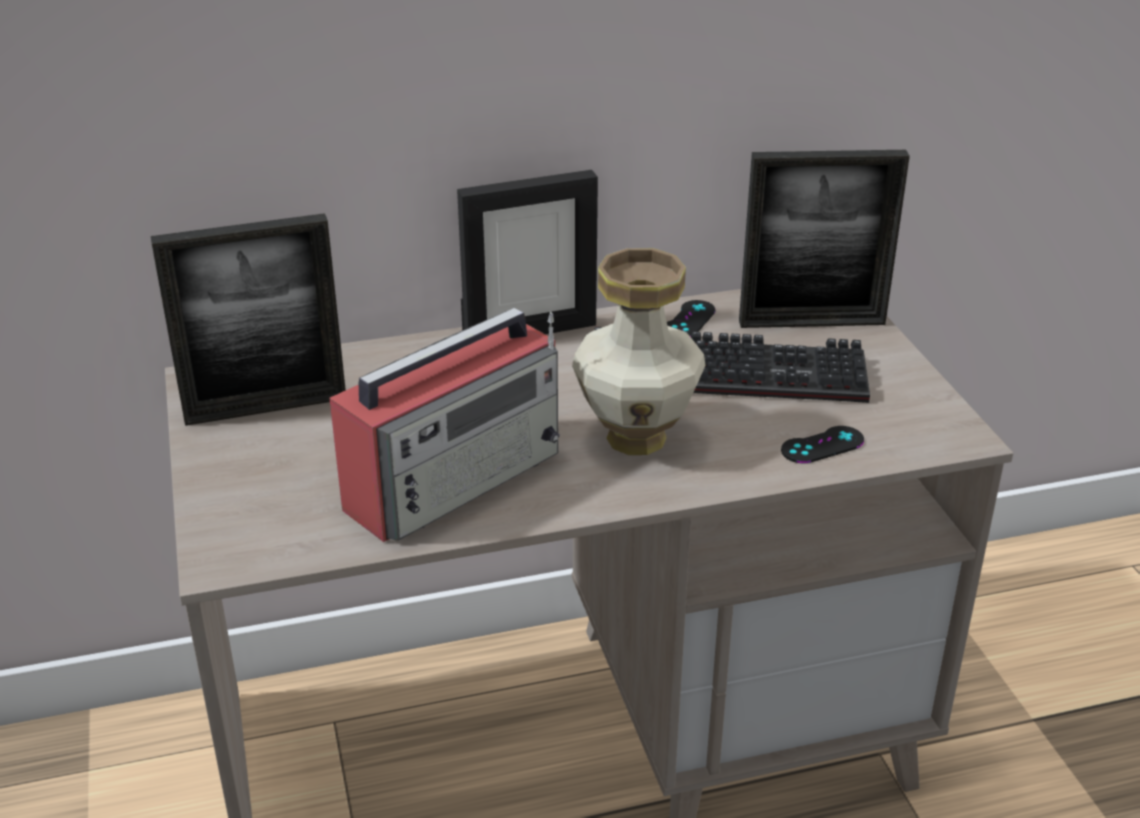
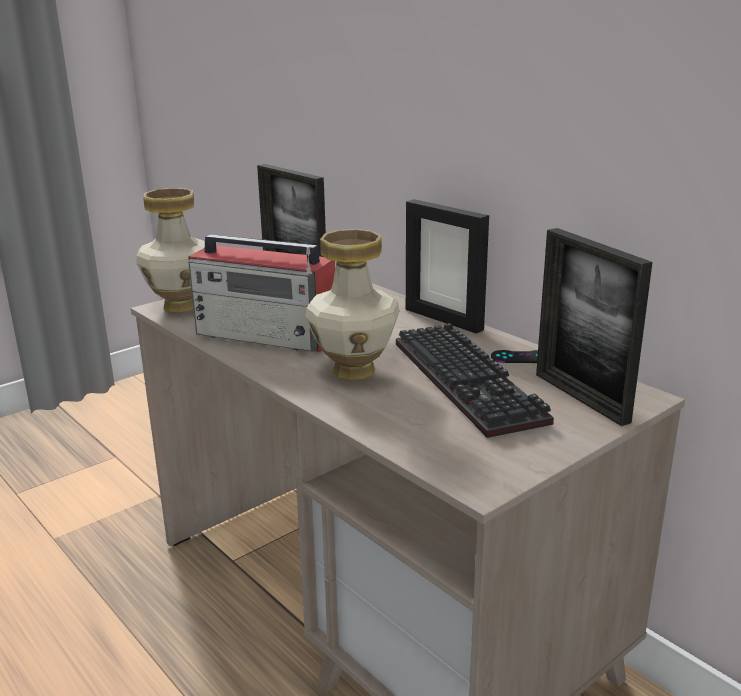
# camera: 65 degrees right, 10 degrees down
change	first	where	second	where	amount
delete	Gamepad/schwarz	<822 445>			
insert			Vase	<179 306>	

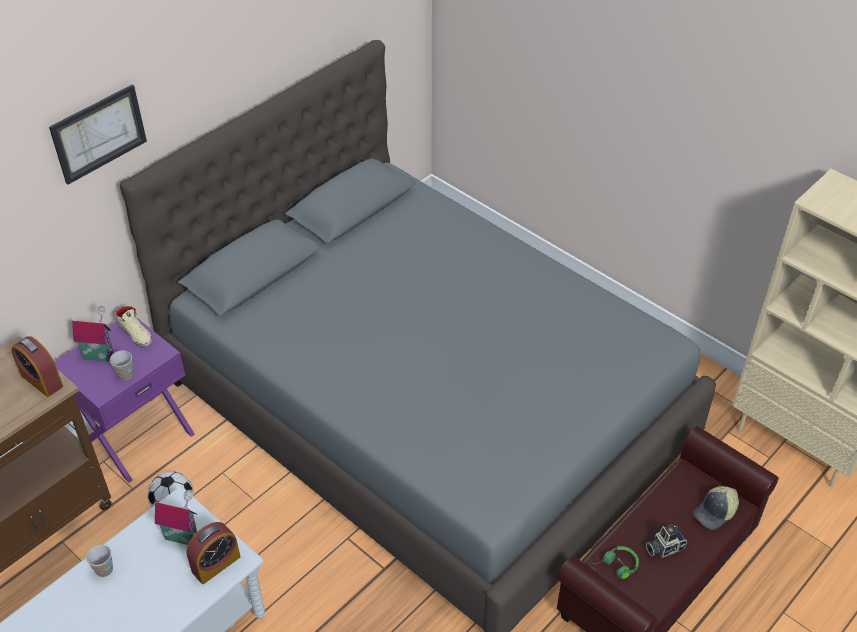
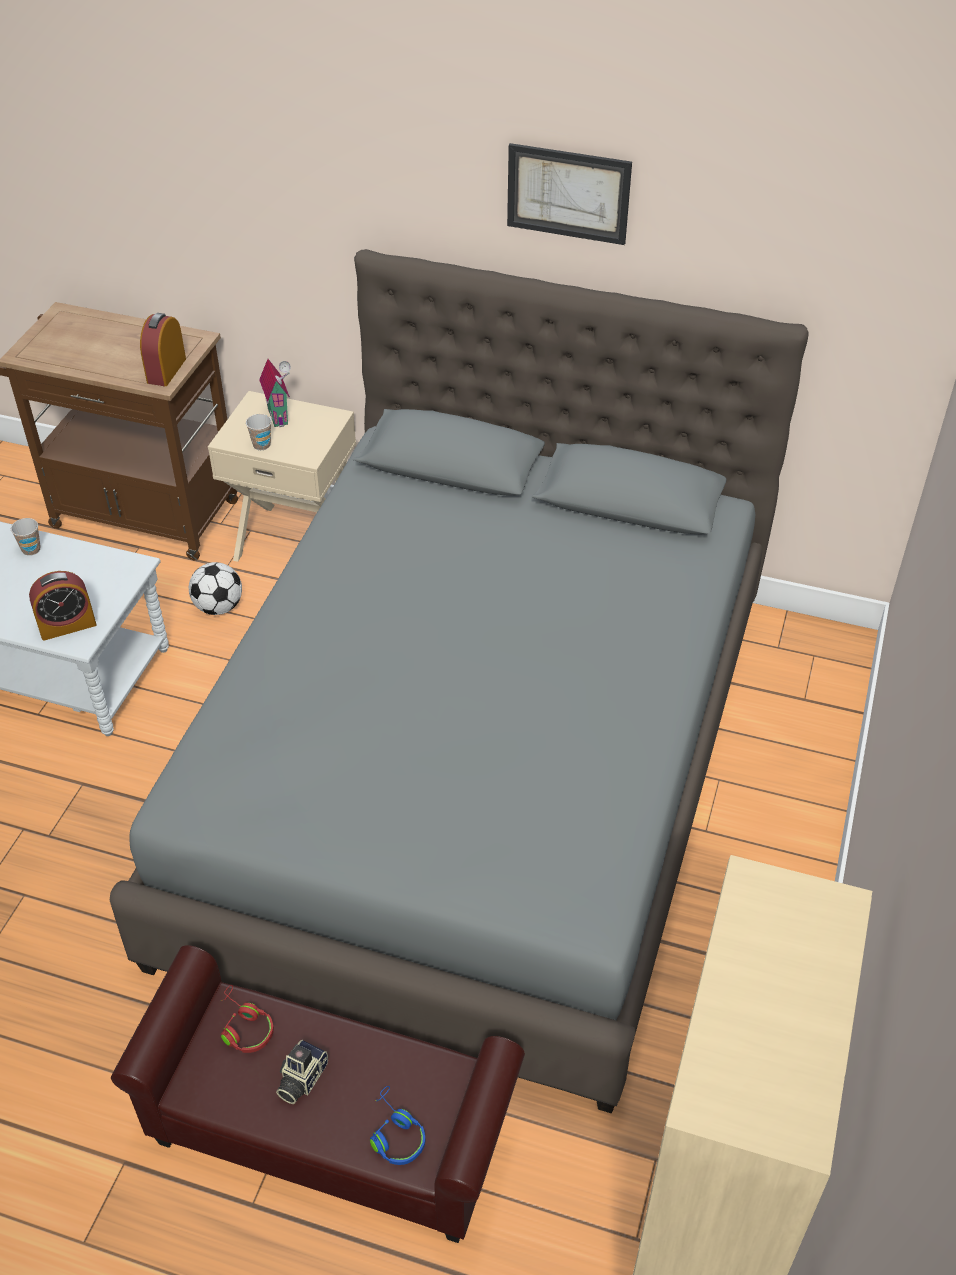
# camera: 65 degrees right, 0 degrees up
change	first	where	second	where	amount
delete	Schuh/beige	<136 333>			
delete	Spielzeughaus	<182 535>			
move	Bild	<99 133>		<568 193>	
replace	Kappe	<715 512>	Kopfhörer/blau	<395 1134>	
recolor	Nachttisch/lila	<138 436>	Nachttisch/beige	<296 540>	
recolor	Kopfhörer/grün	<615 566>	Kopfhörer/rot	<244 1027>	
rotate	Wecker	<216 564>		<67 625>	45 degrees counterclockwise
rotate	Kamera	<663 547>		<300 1079>	105 degrees counterclockwise

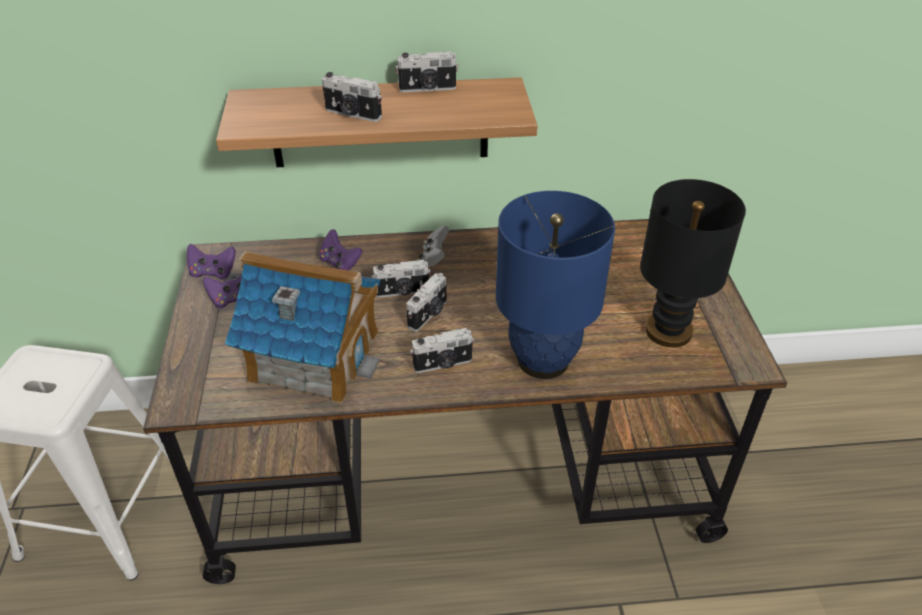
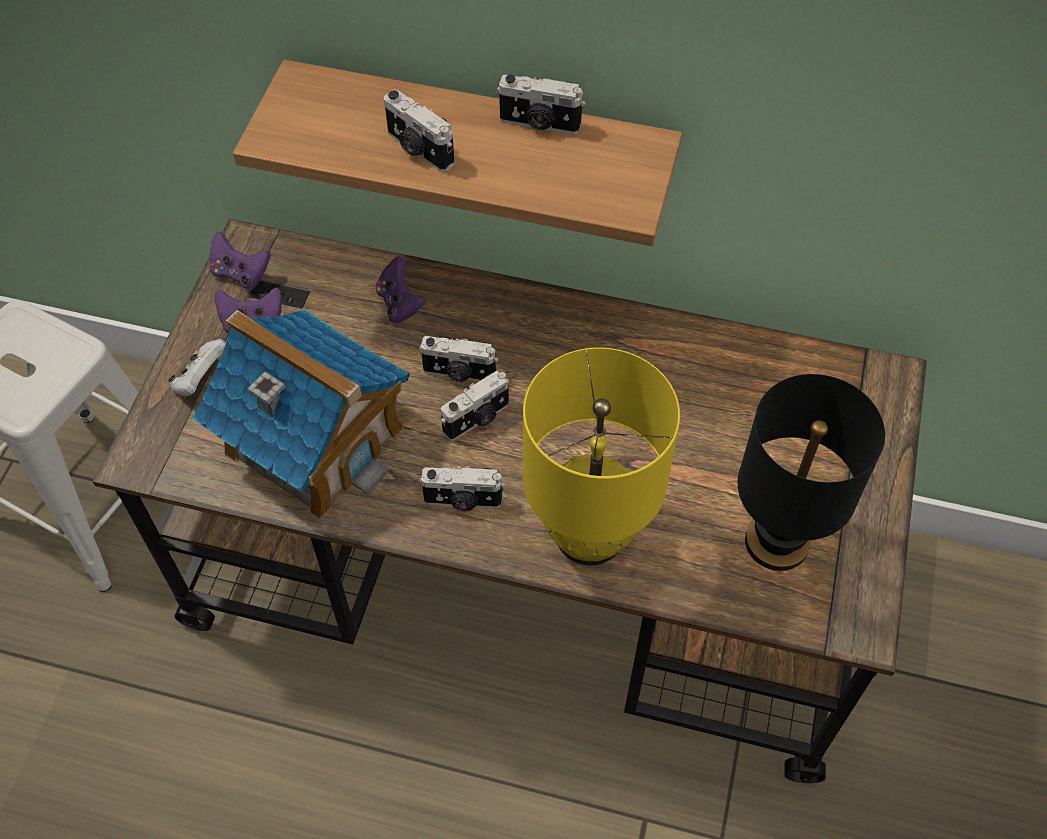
# camera: 20 degrees right, 15 degrees up
change	first	where	second	where	amount
move	Gamepad/weiß	<434 258>		<201 380>	
recolor	Tischlampe/blau	<543 360>	Tischlampe/gelb	<590 534>	

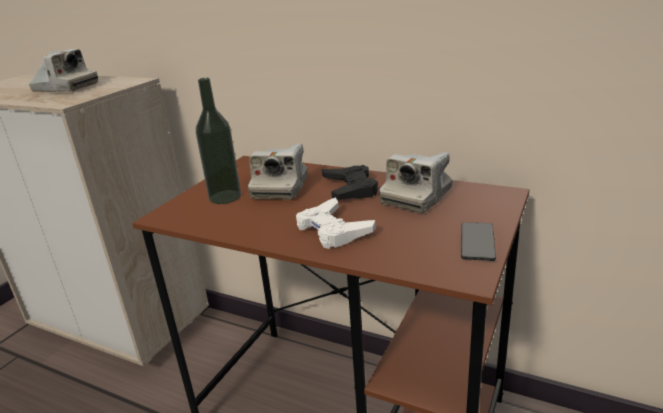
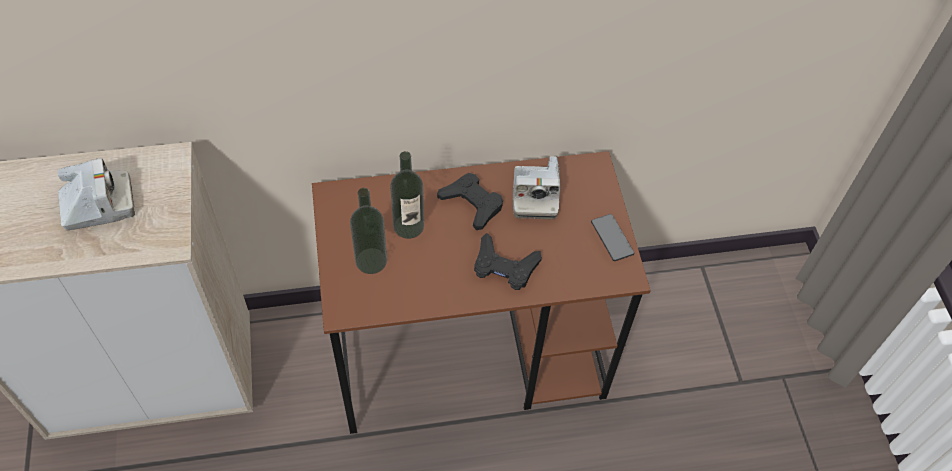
# camera: 40 degrees left, 30 degrees up
change	first	where	second	where	amount
replace	Kamera	<280 187>	Flasche	<408 226>	
recolor	Gamepad/weiß	<332 230>	Gamepad/schwarz	<504 267>	

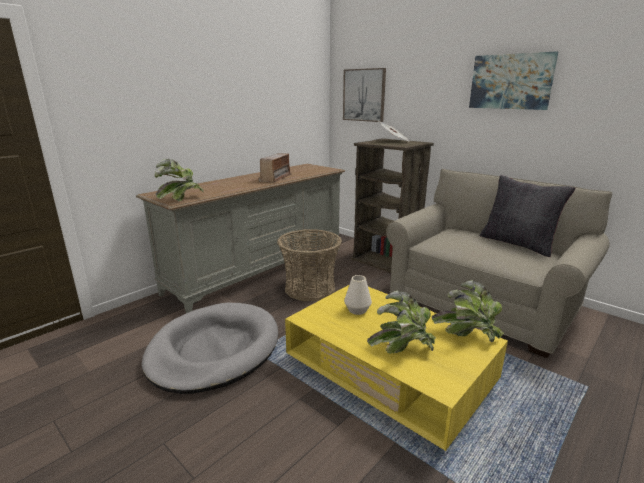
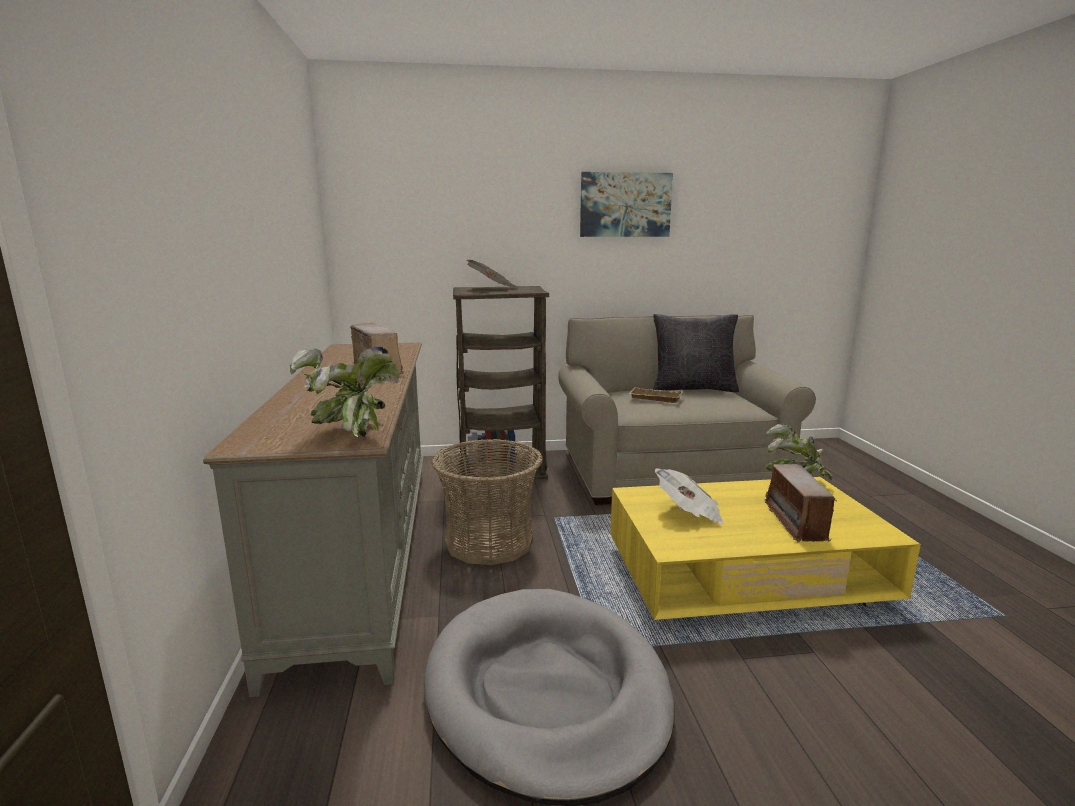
# camera: 50 degrees left, 5 degrees down
change	first	where	second	where	amount
delete	Bild	<364 95>			
insert			Tablett/beige	<654 399>	
replace	Vase/weiß	<357 310>	Zeitung	<689 513>	
replace	Topfpflanze	<402 347>	Radio	<796 522>	

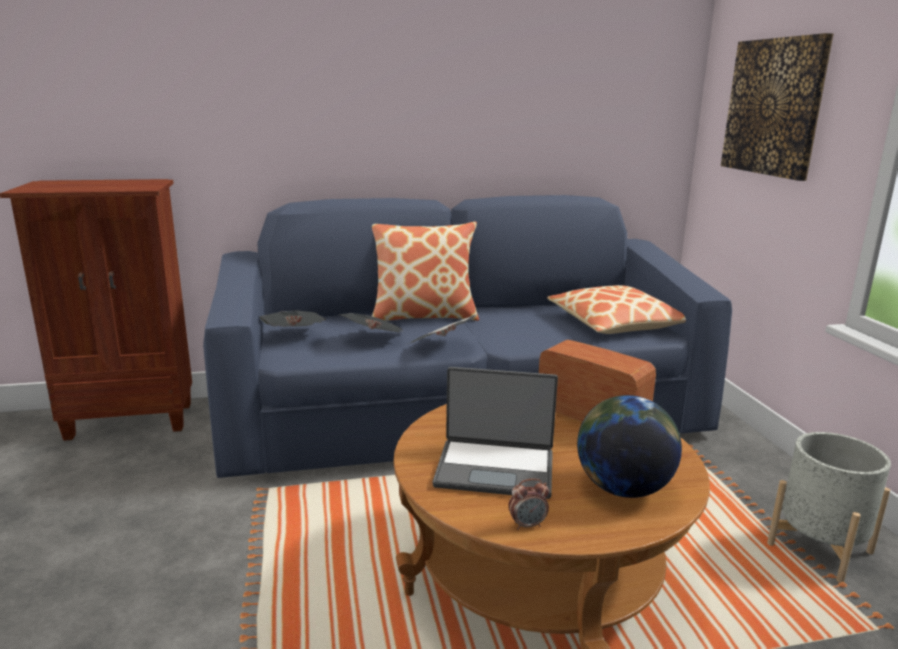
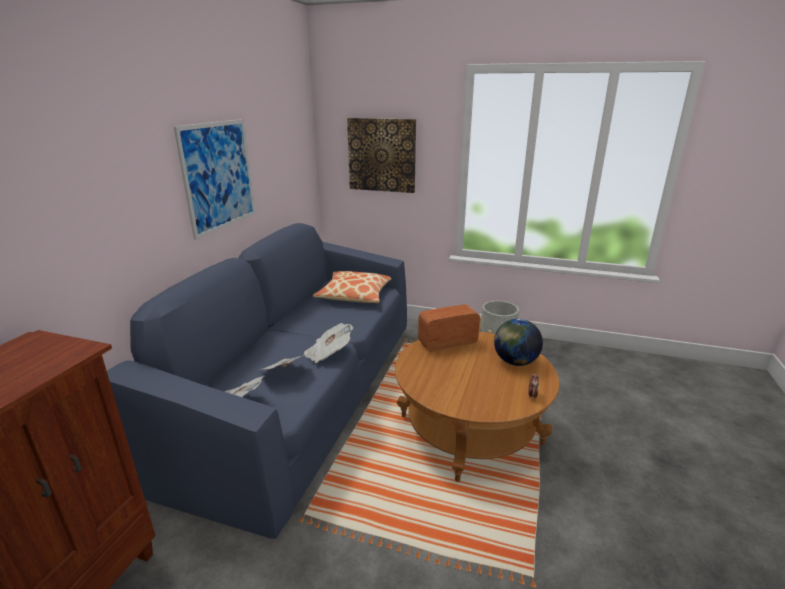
# camera: 60 degrees left, 5 degrees up
change	first	where	second	where	amount
delete	Kissen	<423 316>			
delete	Laptop	<495 469>			
insert			Bild	<219 176>	

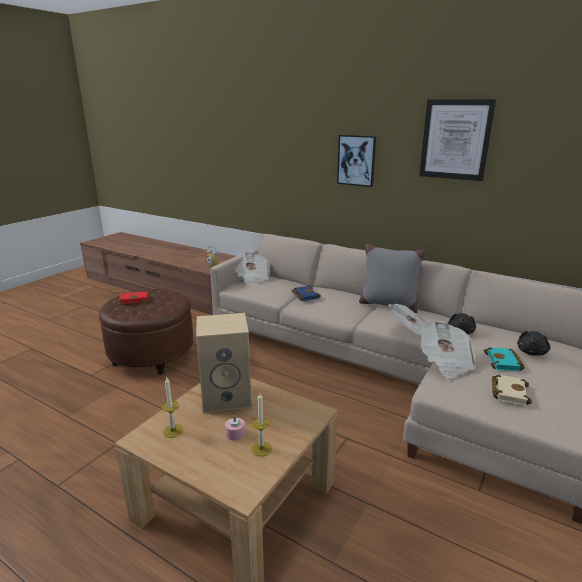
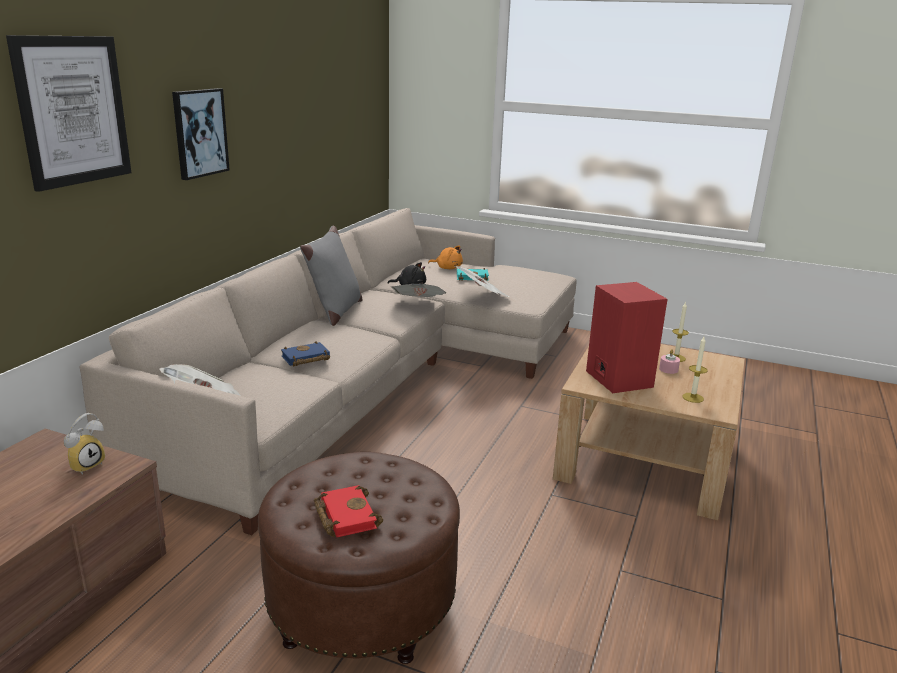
# camera: 100 degrees left, 0 degrees up
change	first	where	second	where	amount
delete	Buch/beige	<508 391>			
move	Bild	<455 140>		<73 111>	
recolor	Lautsprecher/beige	<227 396>	Lautsprecher/rot	<617 378>	
recolor	Plüschtier/schwarz	<531 352>	Plüschtier/orange	<447 268>	

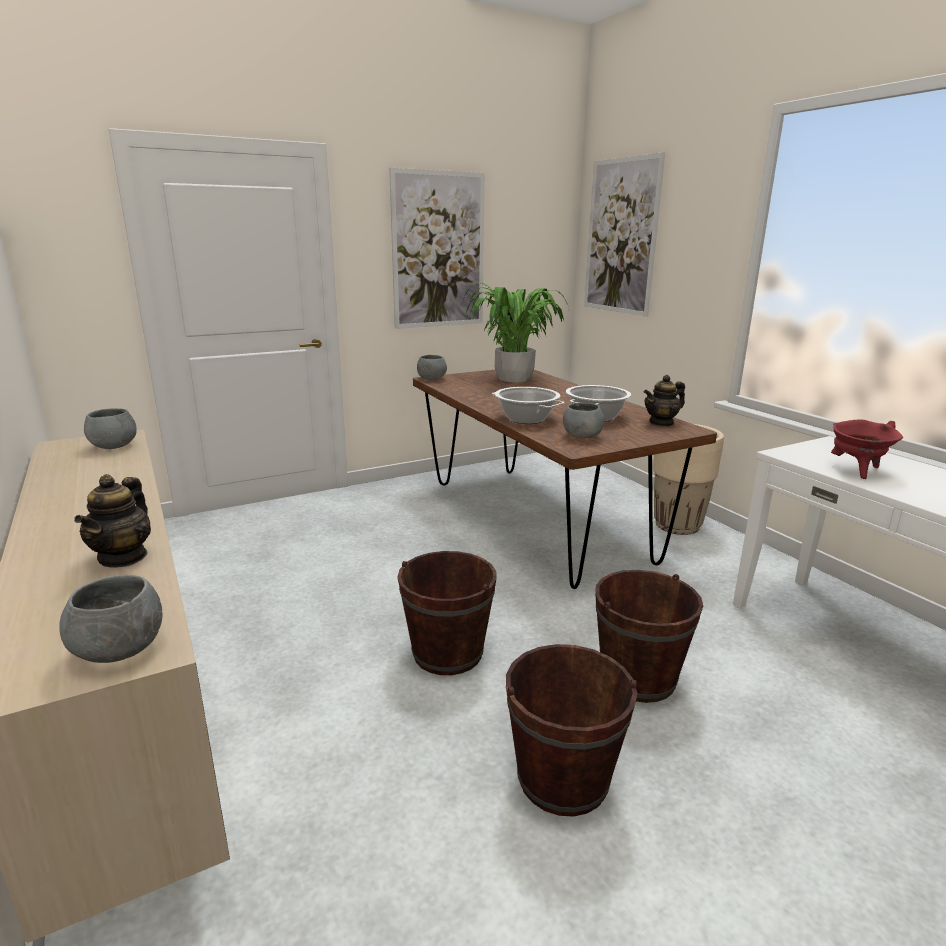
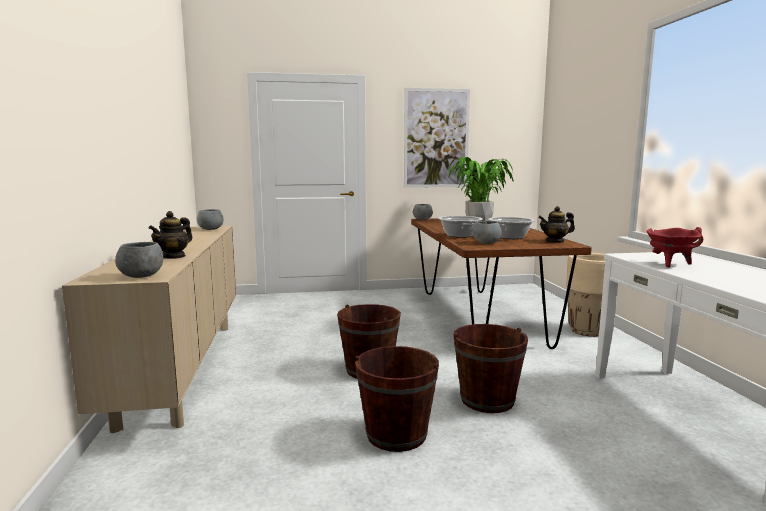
# camera: 20 degrees right, 10 degrees down
change	first	where	second	where	amount
delete	Bild	<621 237>			

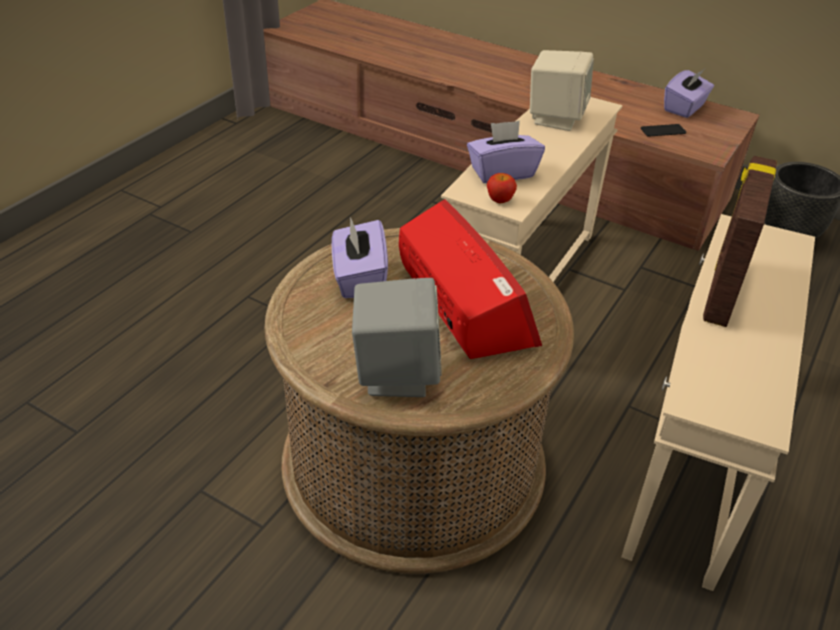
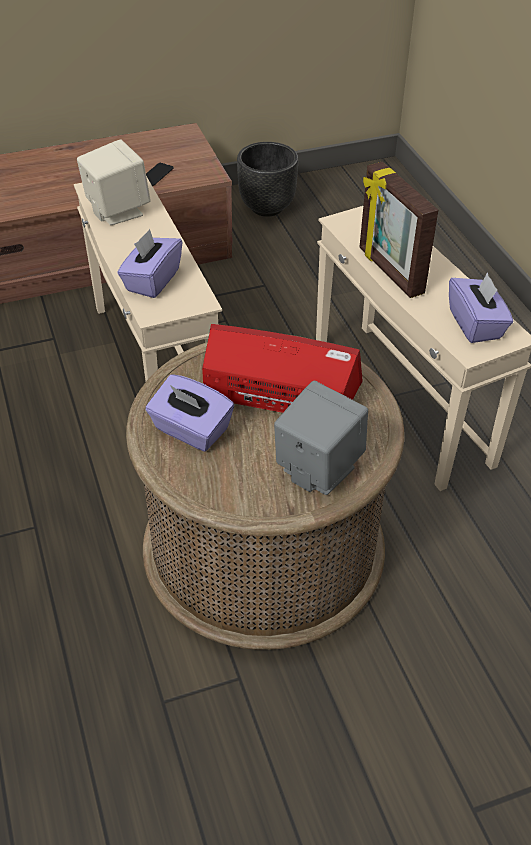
# camera: 50 degrees left, 5 degrees up
change	first	where	second	where	amount
delete	Apfel	<500 200>			
move	Taschentuchbox/lila	<684 108>		<476 324>	

